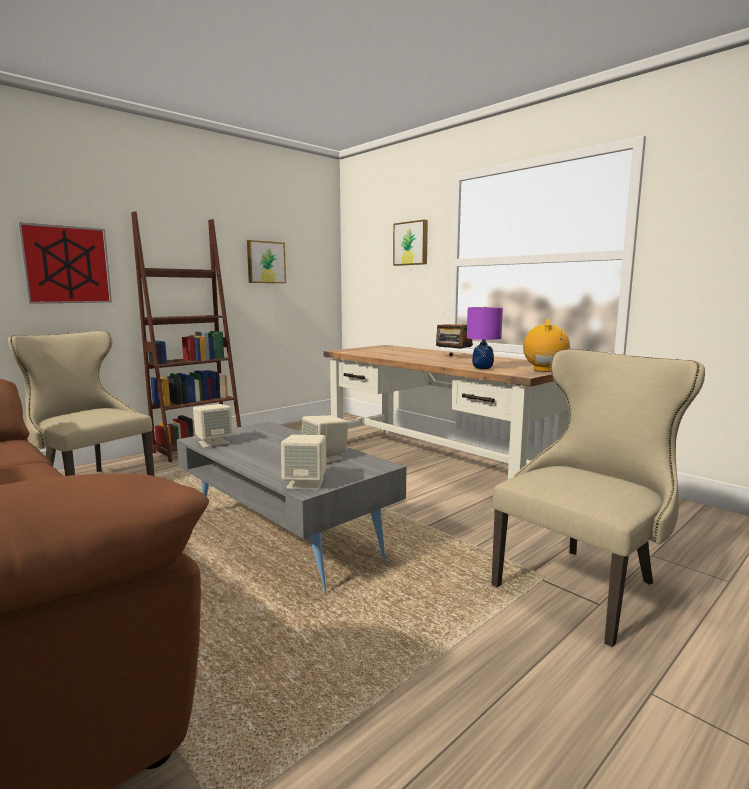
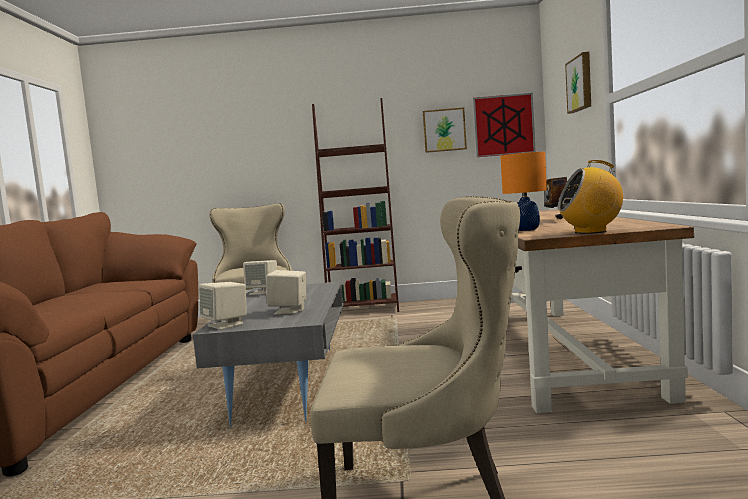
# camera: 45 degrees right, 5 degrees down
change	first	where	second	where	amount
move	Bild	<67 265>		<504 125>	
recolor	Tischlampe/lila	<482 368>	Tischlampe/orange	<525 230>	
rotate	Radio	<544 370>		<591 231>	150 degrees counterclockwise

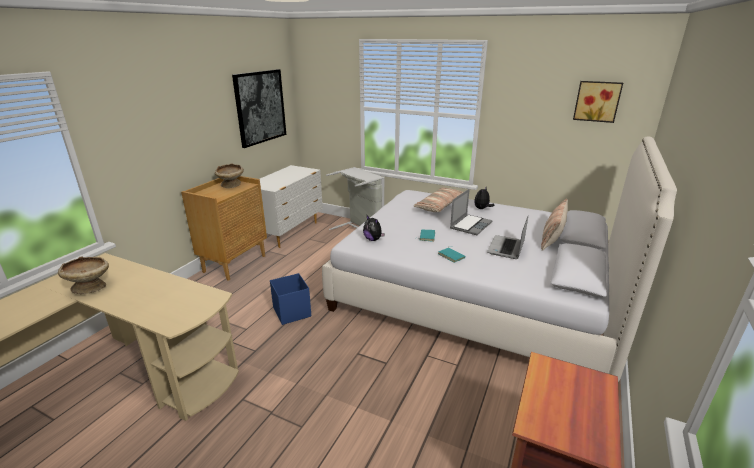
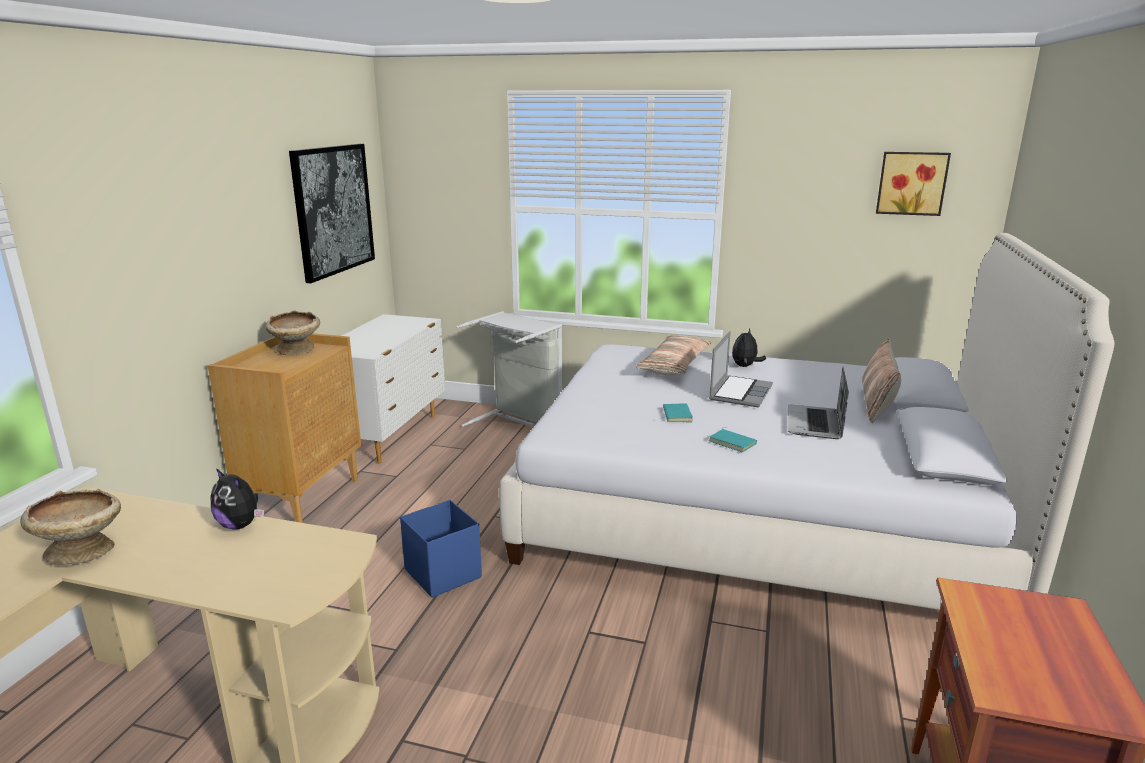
# camera: 10 degrees left, 5 degrees down
change	first	where	second	where	amount
move	Plüschtier	<373 239>		<240 525>	

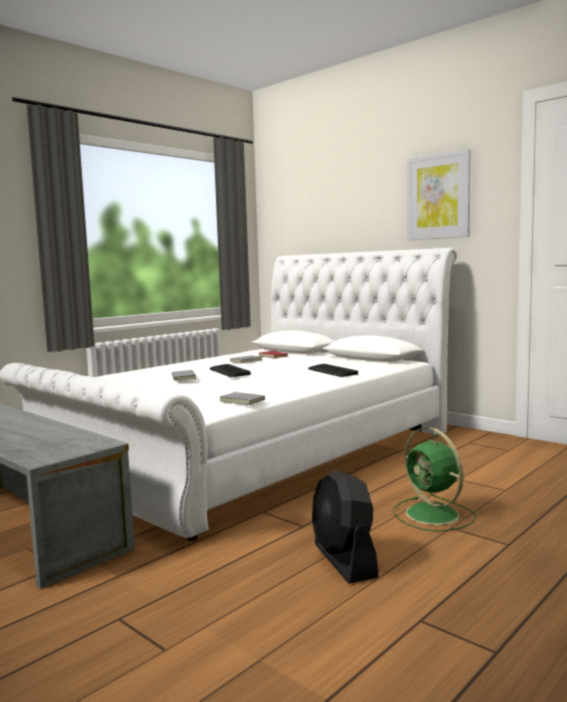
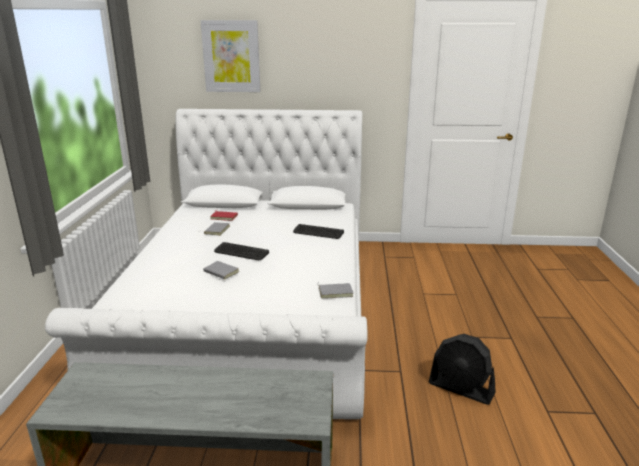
# camera: 40 degrees left, 15 degrees up
change	first	where	second	where	amount
delete	Ventilator/grün	<434 515>			
move	Bild	<438 196>		<231 56>	

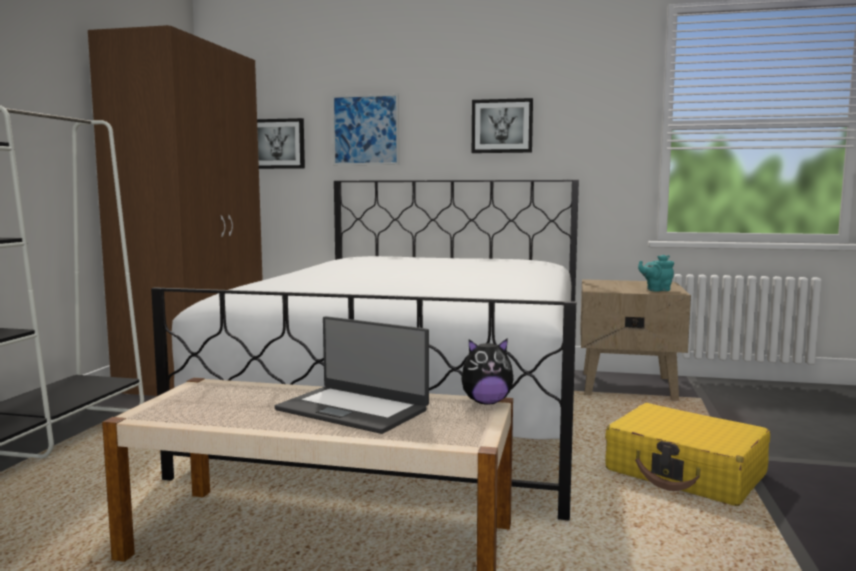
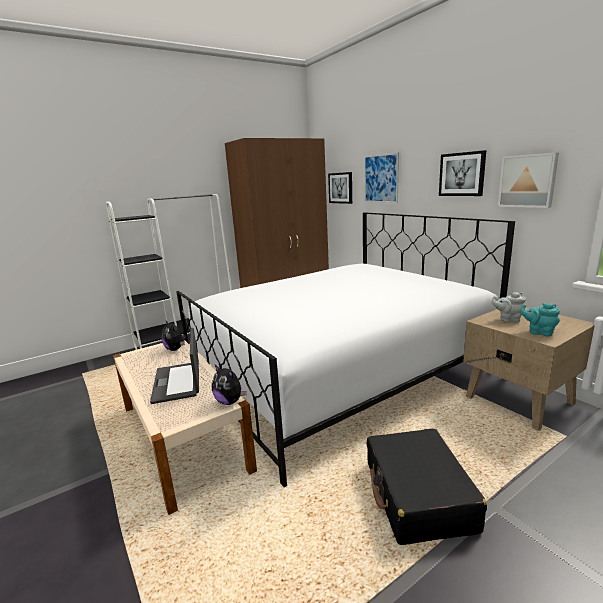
# camera: 45 degrees right, 10 degrees up
change	first	where	second	where	amount
insert			Plüschtier	<175 349>	
insert			Teekanne/grau	<508 319>	
insert			Bild	<527 181>	
recolor	Koffer/gelb	<686 472>	Koffer/schwarz	<418 496>	

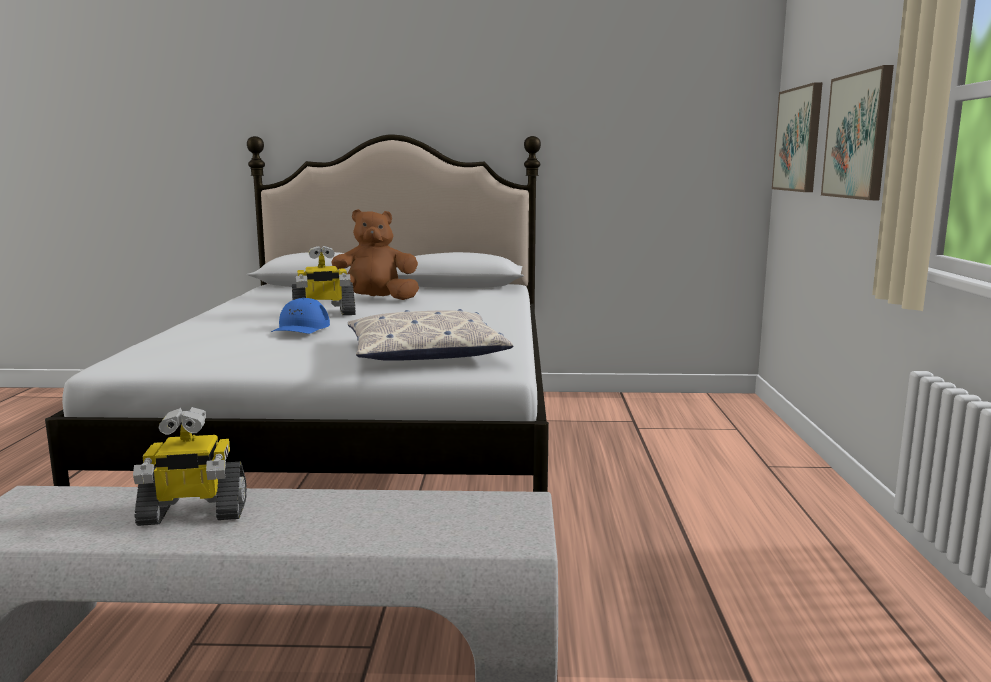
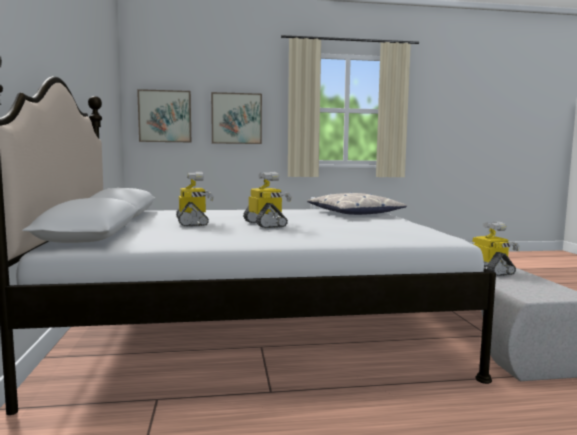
# camera: 100 degrees left, 5 degrees down
change	first	where	second	where	amount
delete	Kappe/blau	<300 328>			
replace	Plüschtier/braun	<374 300>	Spielzeugroboter	<193 223>	

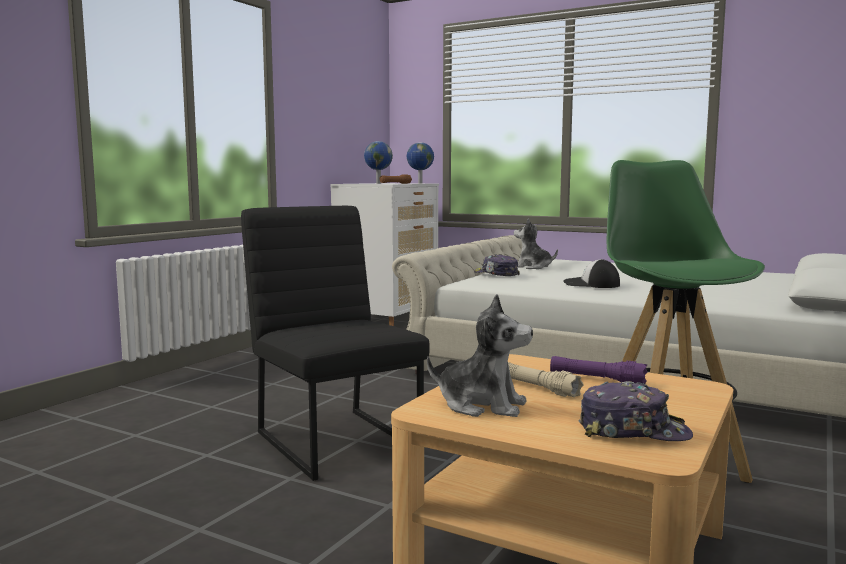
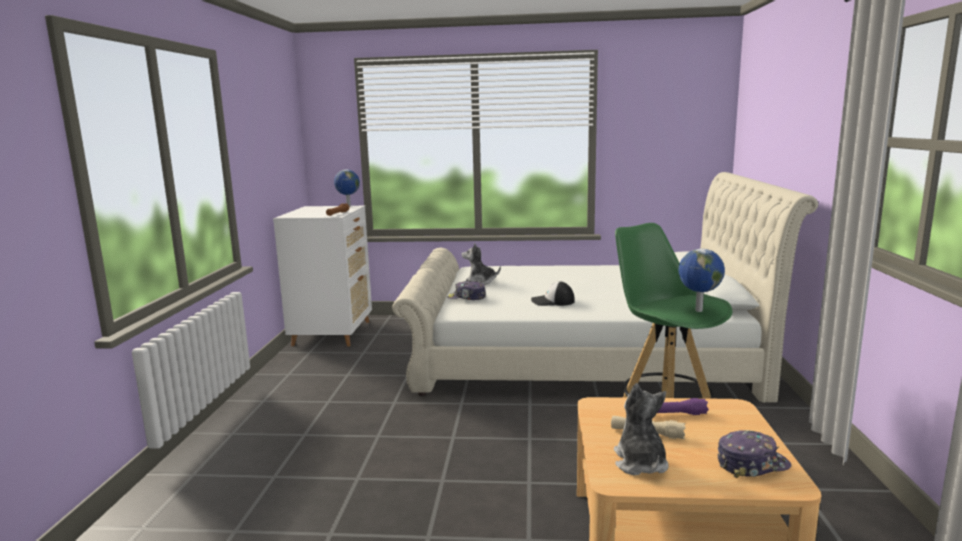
# camera: 25 degrees left, 5 degrees up
change	first	where	second	where	amount
delete	Stuhl/schwarz	<336 440>			
move	Globus	<378 183>		<698 310>	
rotate	Plüschtier	<482 405>		<640 463>	90 degrees counterclockwise

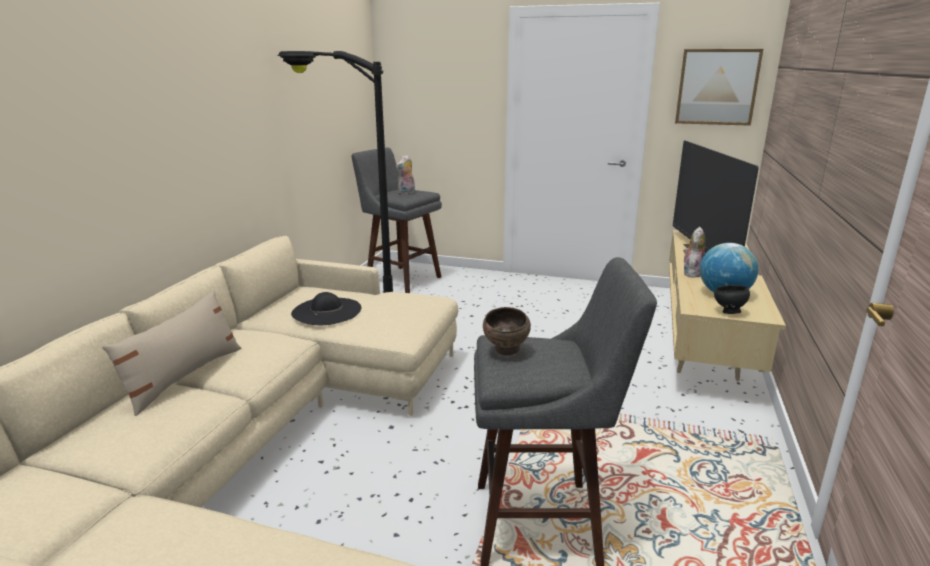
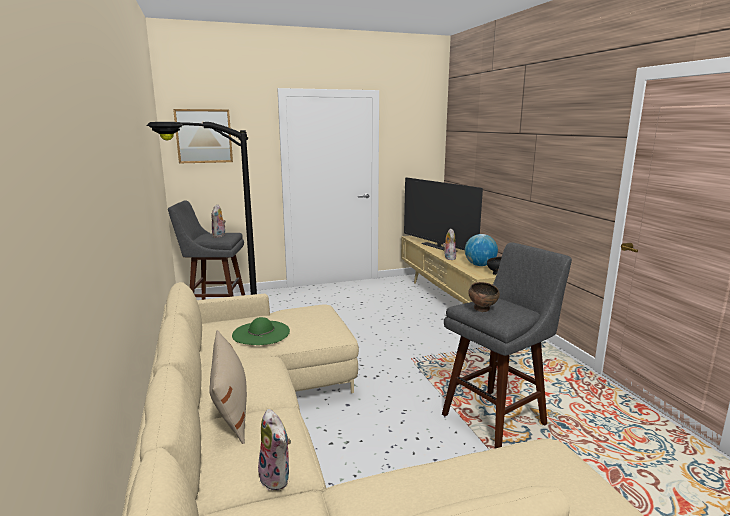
# camera: 35 degrees left, 5 degrees down
change	first	where	second	where	amount
insert			Plüschtier	<277 478>	
move	Bild	<717 87>		<204 136>	
recolor	Hut/schwarz	<326 311>	Hut/grün	<261 333>	

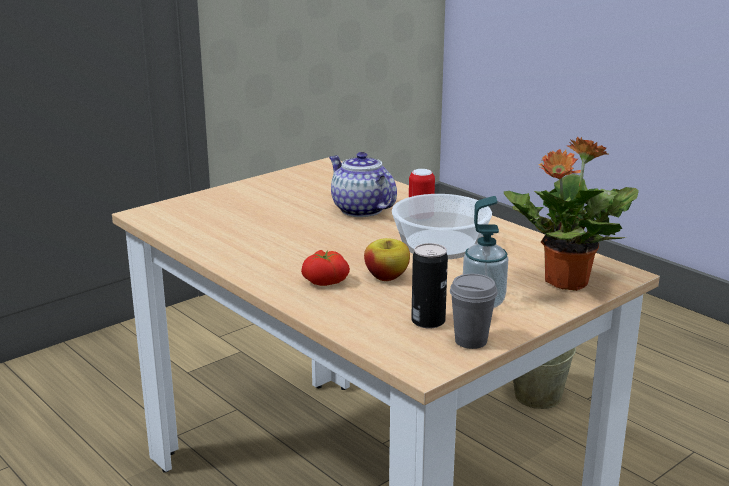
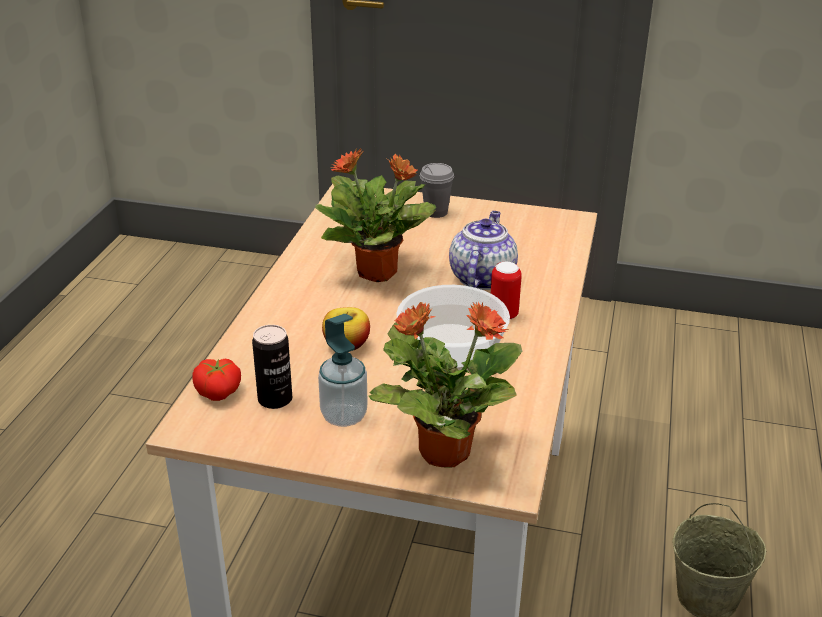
# camera: 55 degrees right, 10 degrees up
change	first	where	second	where	amount
insert			Topfpflanze	<378 273>	
move	Tomate	<325 281>		<219 391>	
move	Tasse/grau	<471 341>		<436 212>	

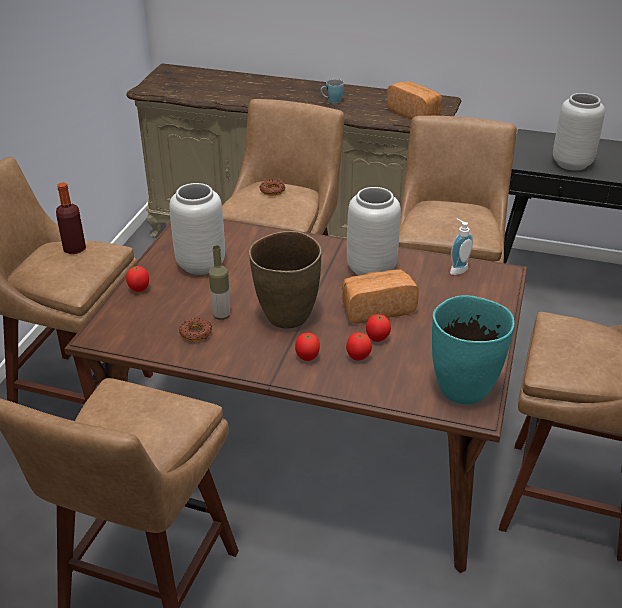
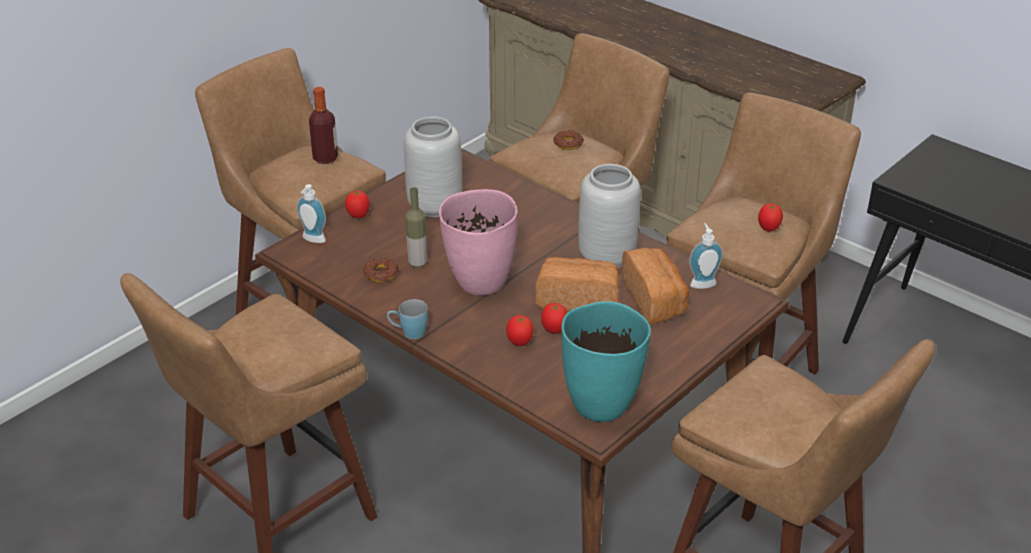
# camera: 25 degrees right, 0 degrees up
change	first	where	second	where	amount
delete	Vase/grau	<571 164>			
insert			Seifenspender	<312 240>	
move	Tomate	<307 358>		<768 229>	
move	Henkelbecher/blau	<331 101>		<408 333>	
move	Brot	<415 113>		<655 300>	
recolor	Vase/braun	<287 317>	Vase/rosa	<480 283>	

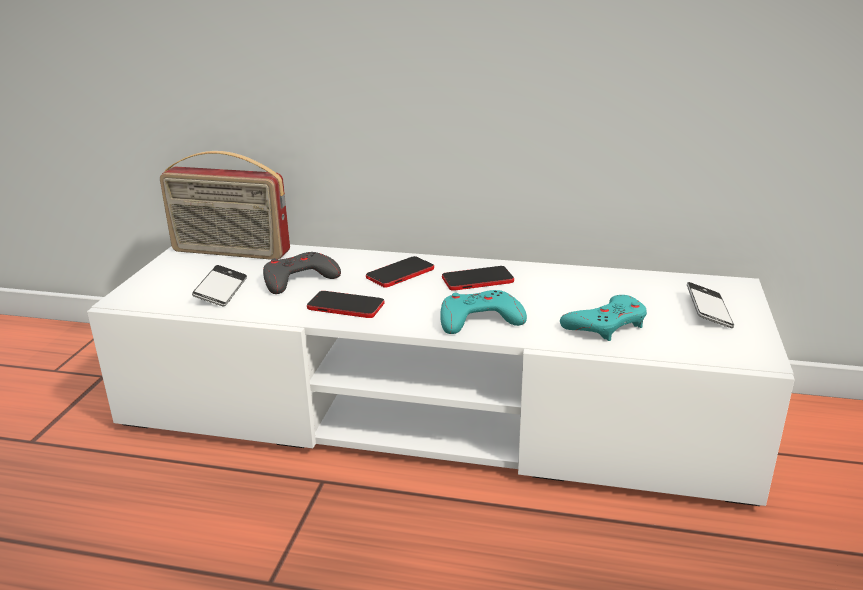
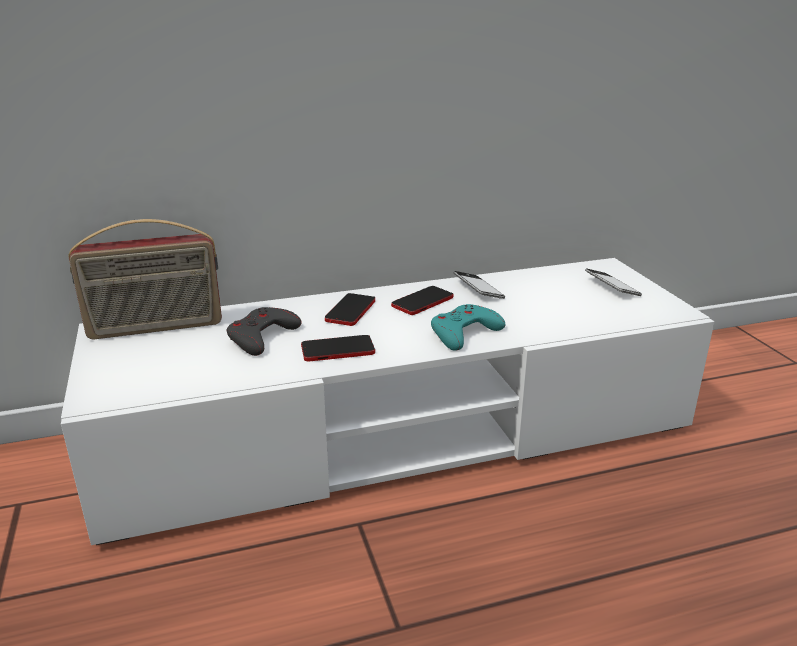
# camera: 30 degrees left, 0 degrees up
change	first	where	second	where	amount
delete	Gamepad/türkis	<606 325>			
move	Handy	<221 291>		<478 290>	

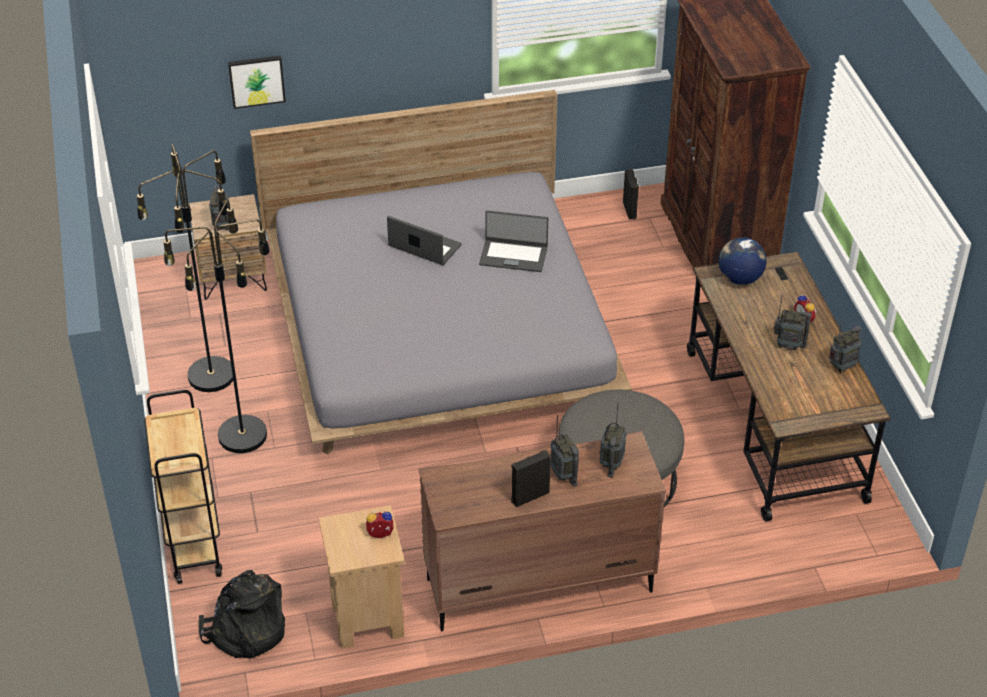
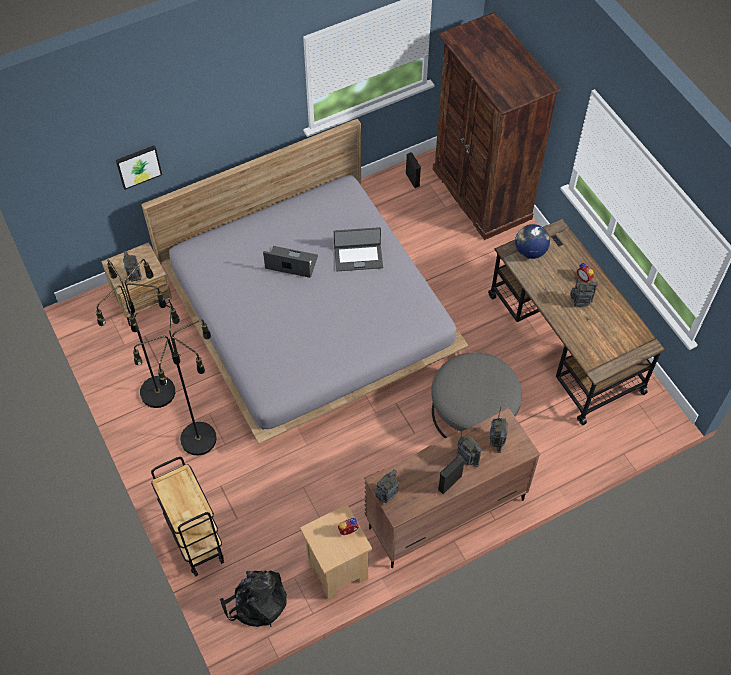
# camera: 15 degrees left, 15 degrees up
change	first	where	second	where	amount
move	Radio	<842 367>		<387 495>	

